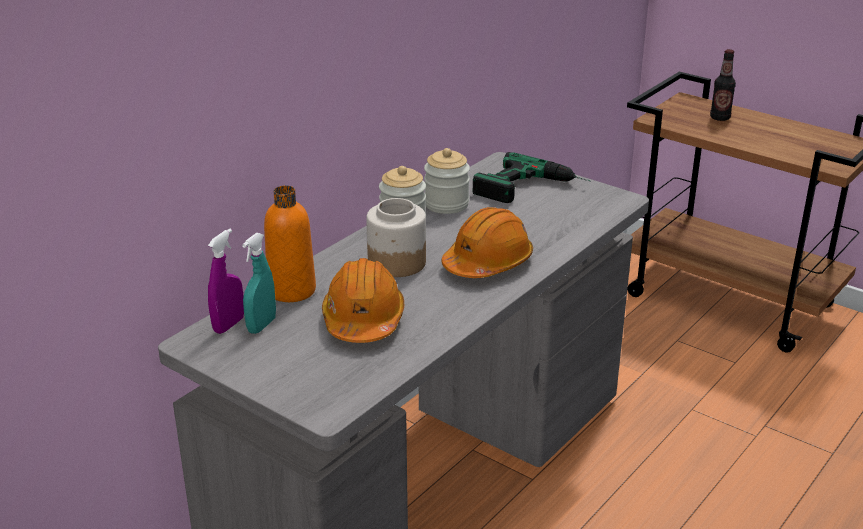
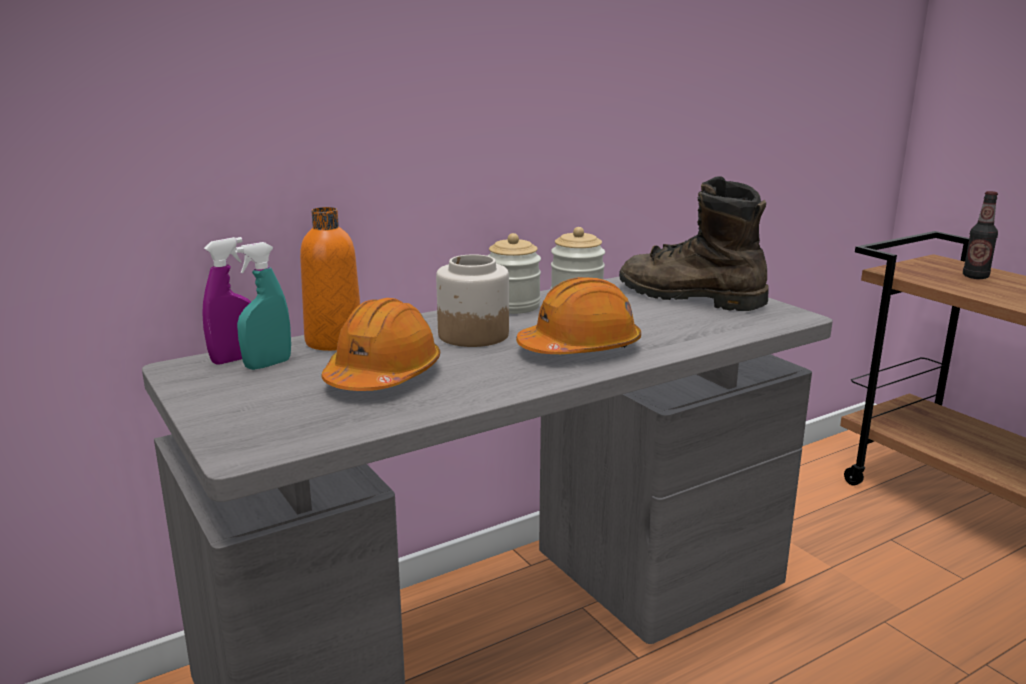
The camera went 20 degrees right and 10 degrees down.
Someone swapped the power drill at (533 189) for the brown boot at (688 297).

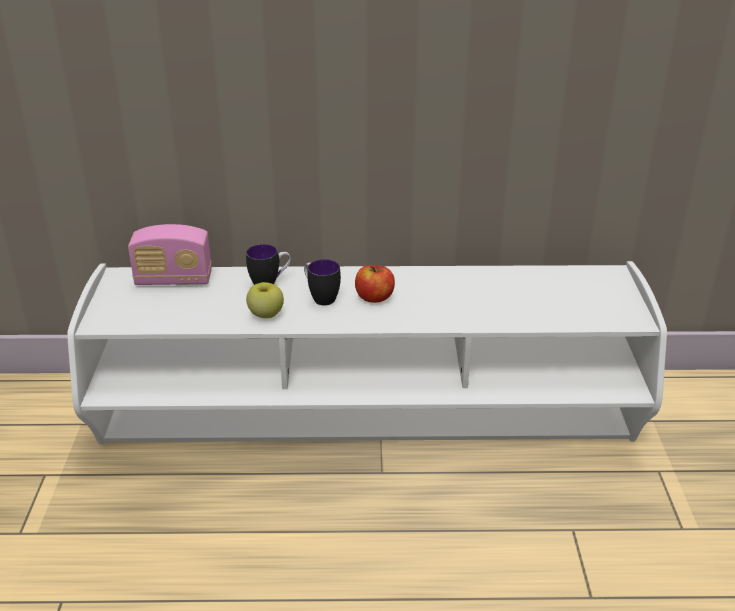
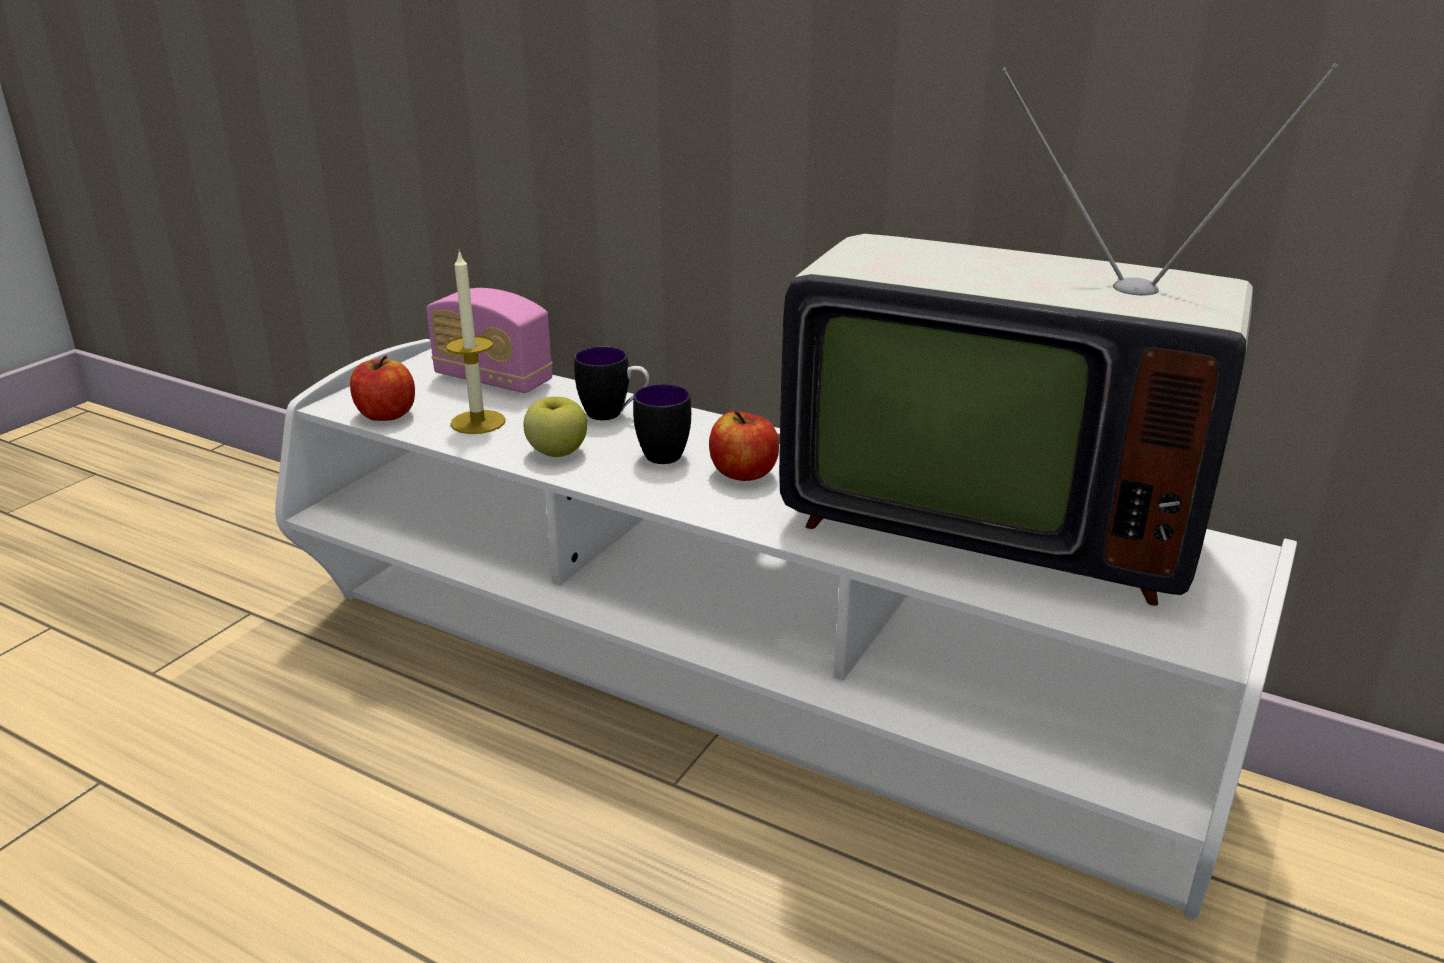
The camera went 30 degrees right and 5 degrees down.
Someone put down the apple at (386 415).
Someone put down the candle at (478 422).
Someone put down the television at (985 518).

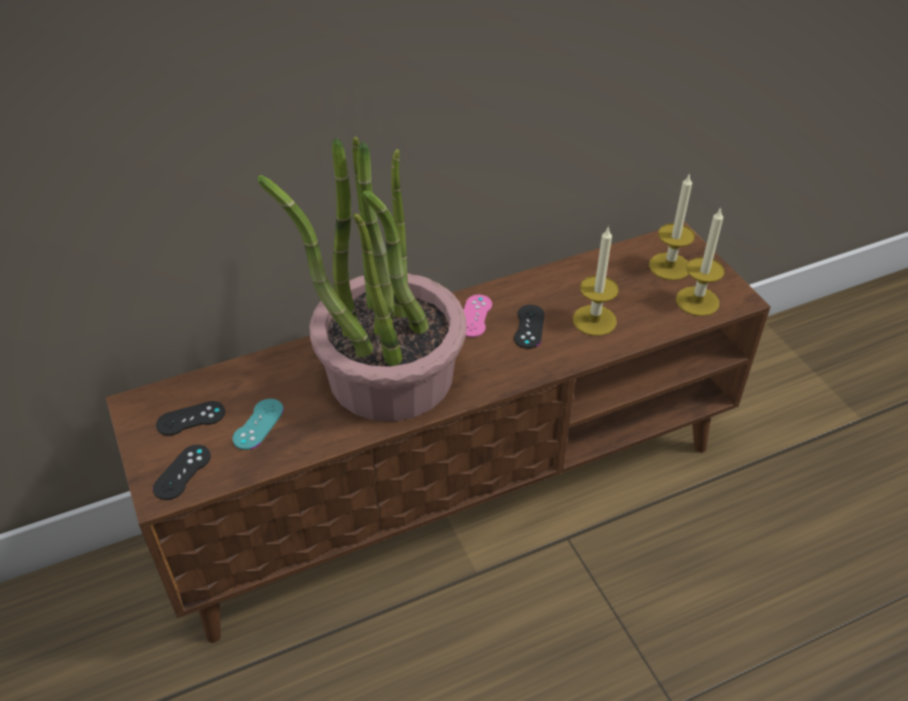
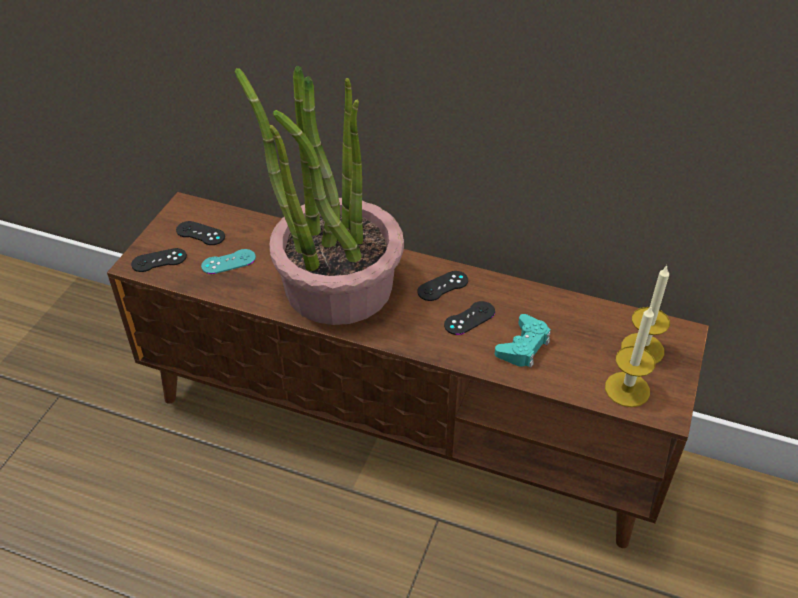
The camera went 45 degrees right and 0 degrees up.
Someone repainted the pink game controller at (475 316), which became the black game controller at (443 286).
Someone swapped the candle at (594 320) for the turquoise game controller at (523 346).

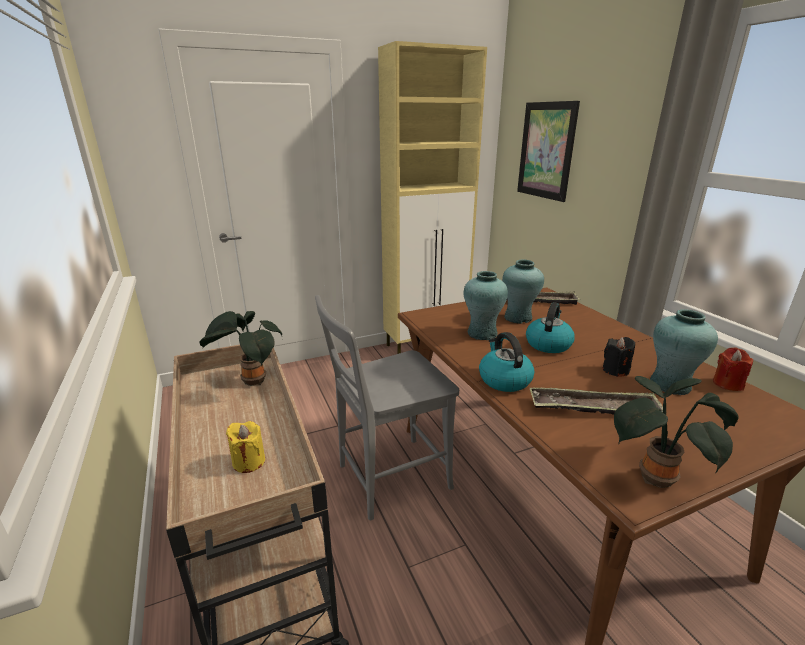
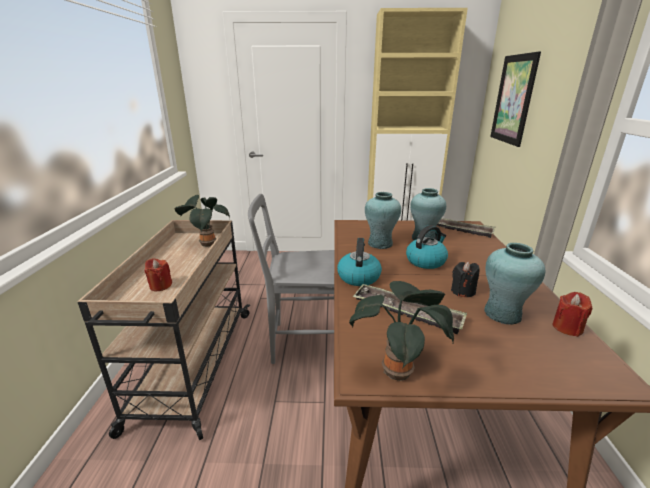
The camera went 25 degrees right and 0 degrees up.
Someone repainted the yellow candle at (249 462), which became the red candle at (160 286).

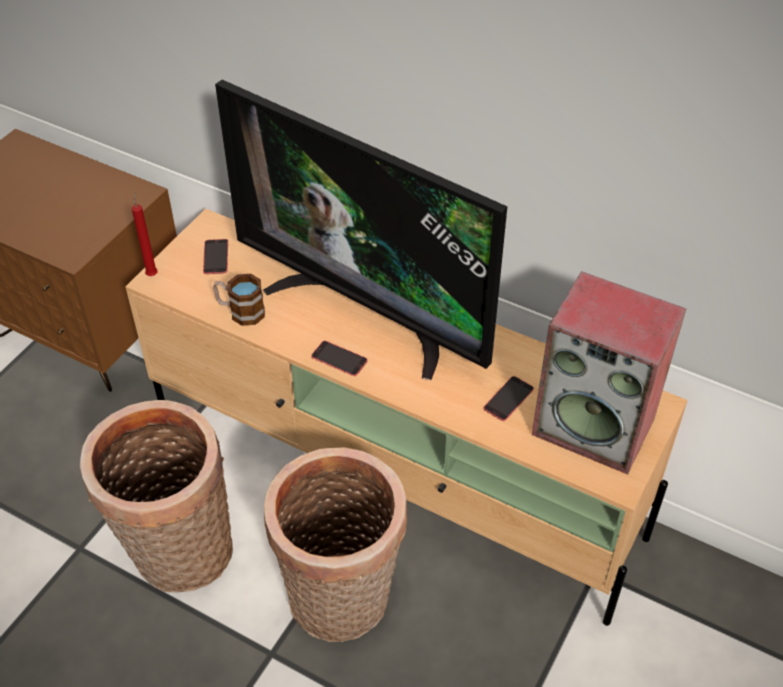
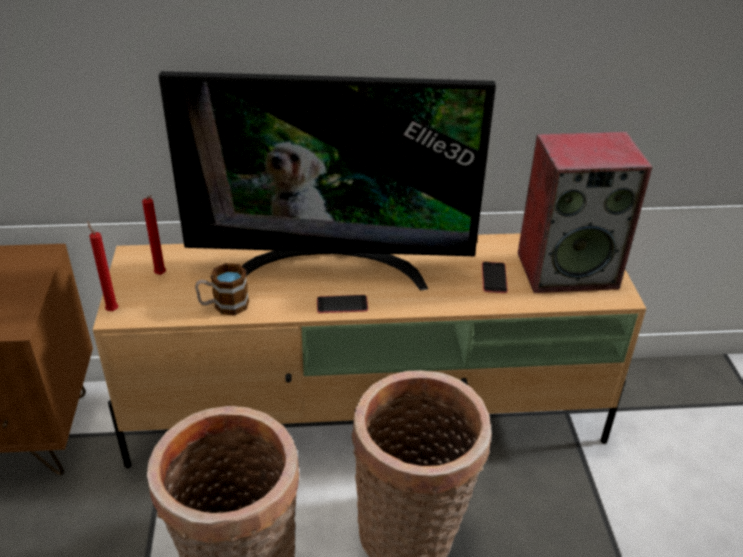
The camera went 35 degrees left and 10 degrees down.
Someone swapped the phone at (216 257) for the red candle at (161 275).

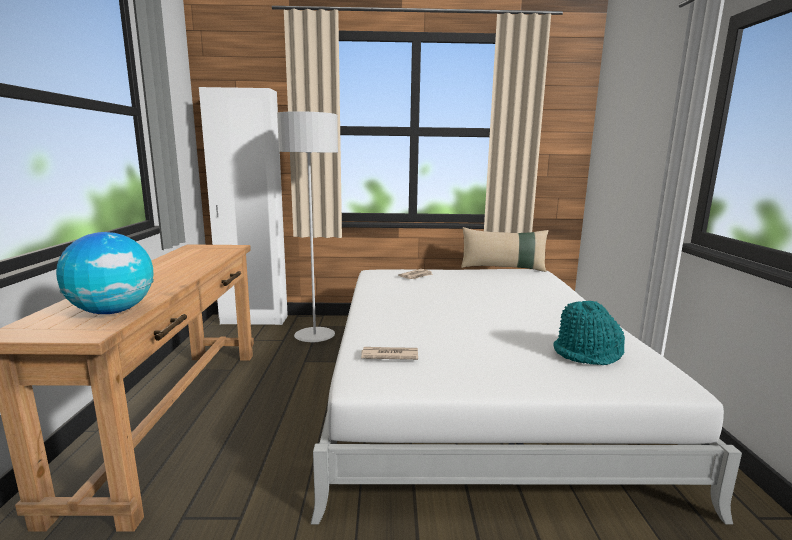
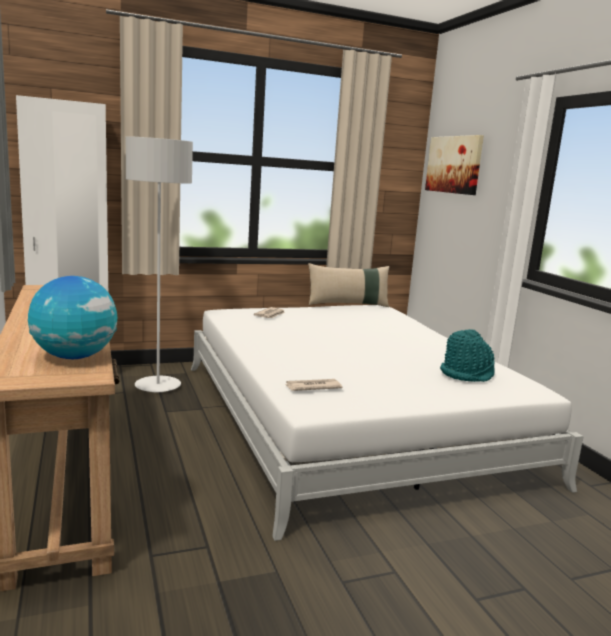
The camera went 20 degrees left and 0 degrees up.
Someone put up the picture at (454 164).

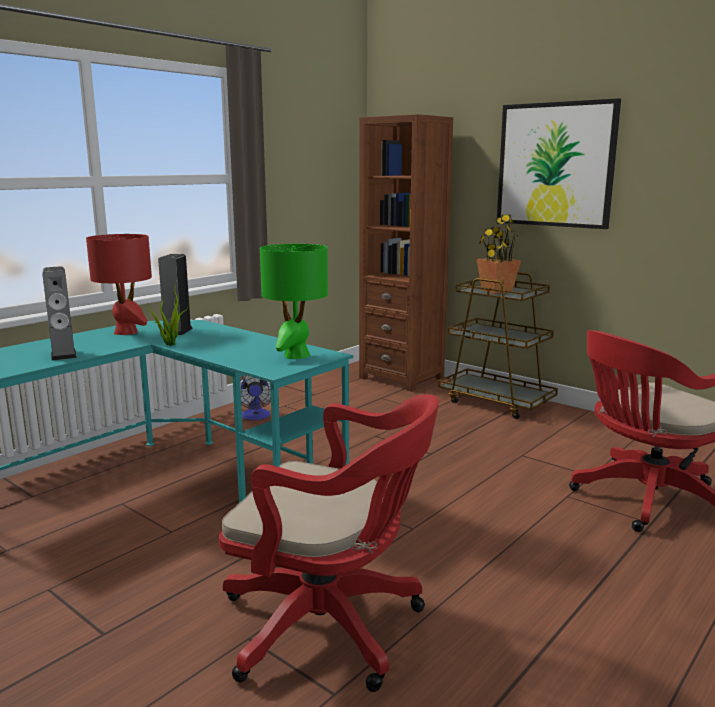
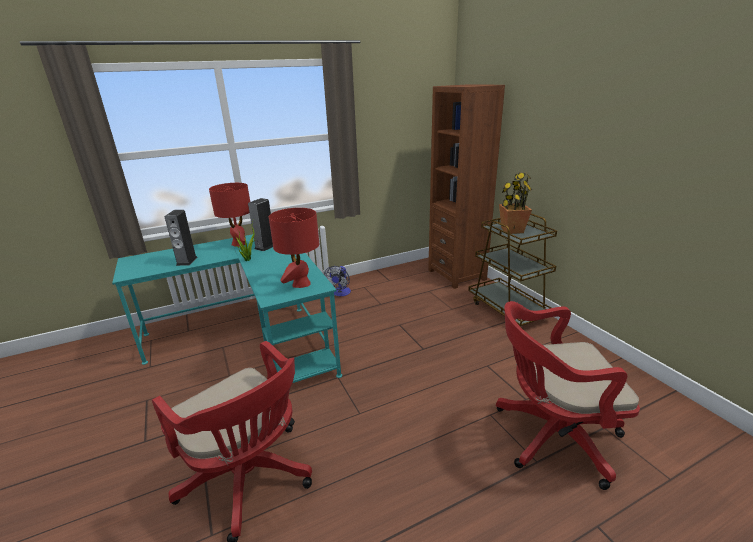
The camera went 25 degrees right and 10 degrees up.
Someone repainted the green table lamp at (296 355), which became the red table lamp at (301 284).
Someone took away the picture at (555 165).

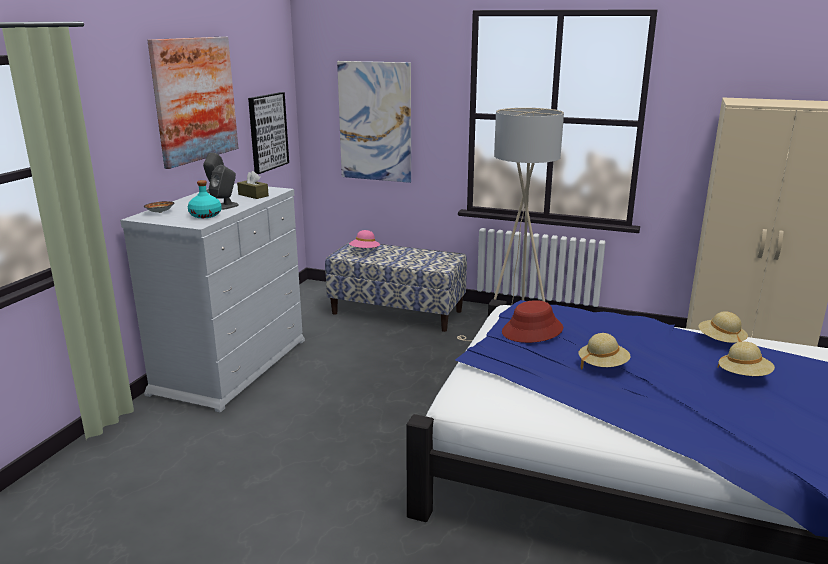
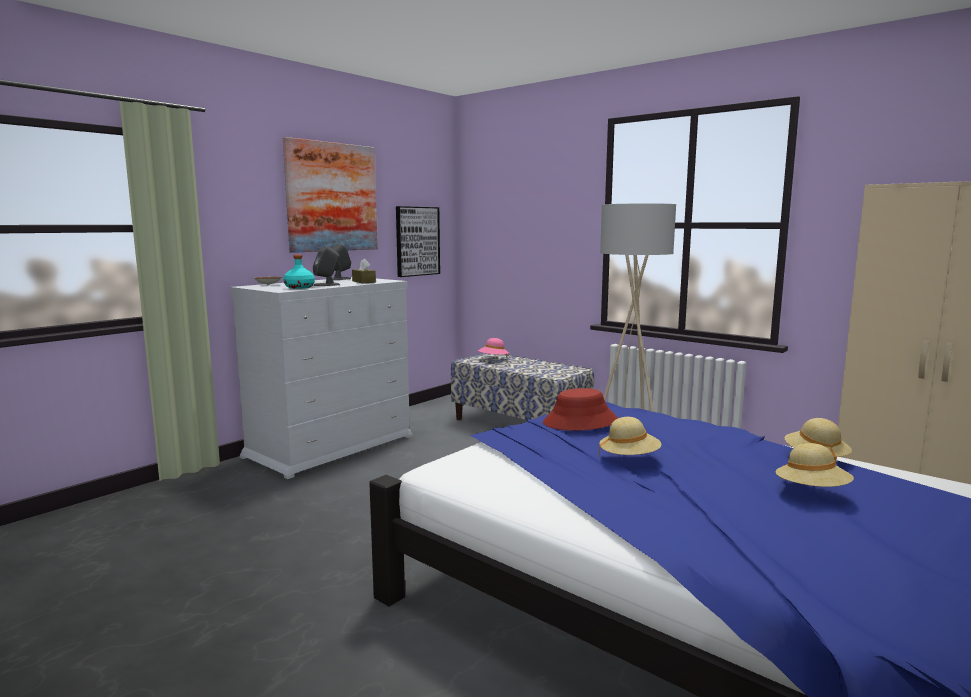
The camera went 20 degrees right and 10 degrees down.
Someone took away the picture at (375 122).

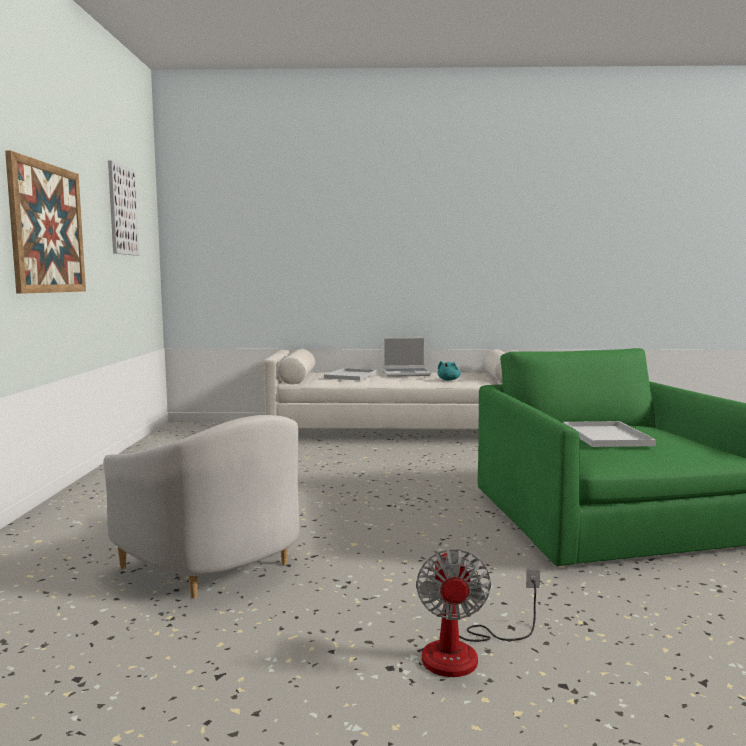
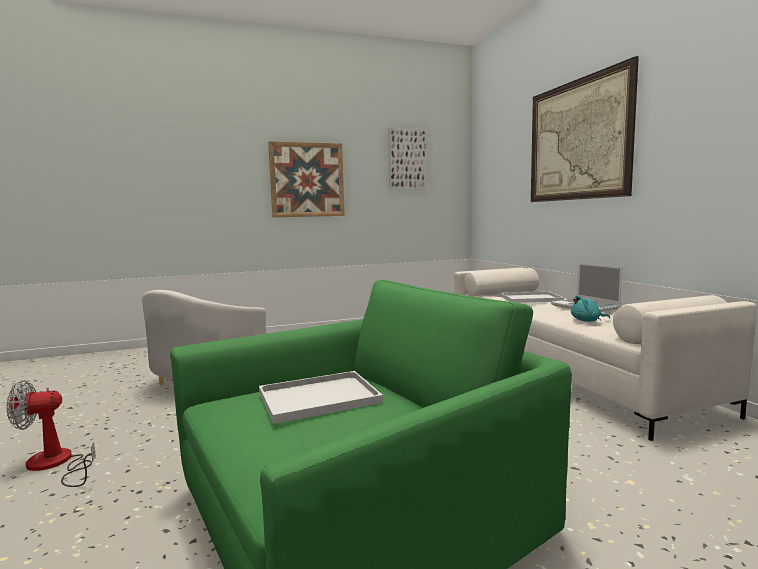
The camera went 70 degrees right and 0 degrees up.
Someone put up the picture at (577 140).

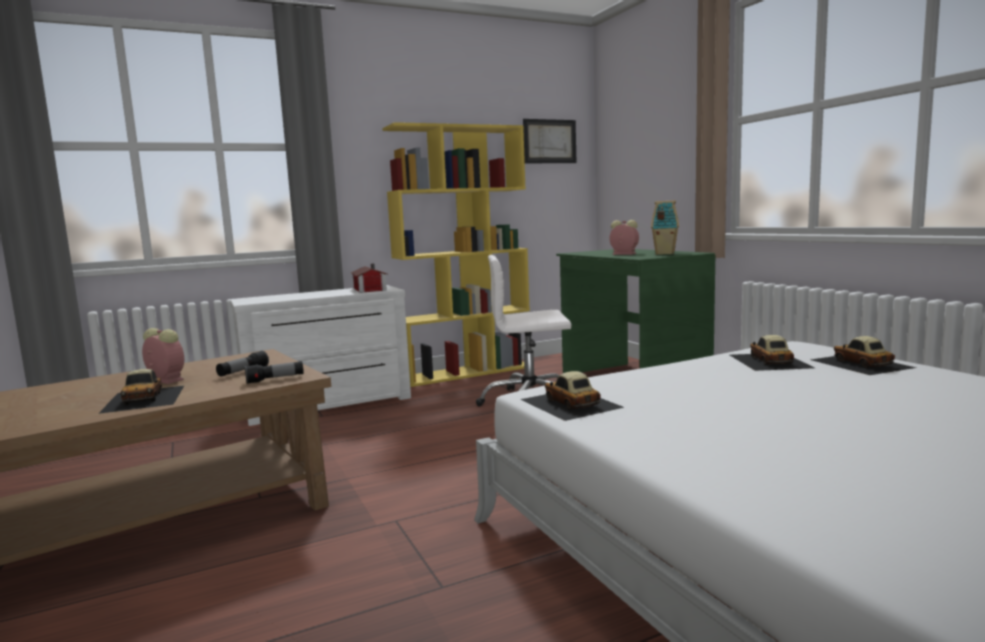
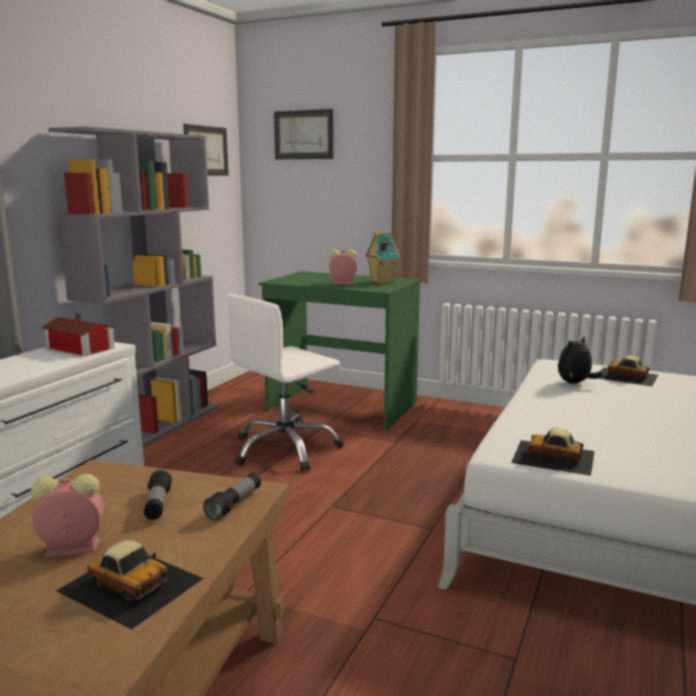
The camera went 40 degrees left and 5 degrees up.
Someone repainted the yellow bookcase at (467 372), which became the grey bookcase at (157 426).
Someone put up the picture at (304 135).
Someone swapped the toy car at (769 361) for the plush toy at (575 383).

